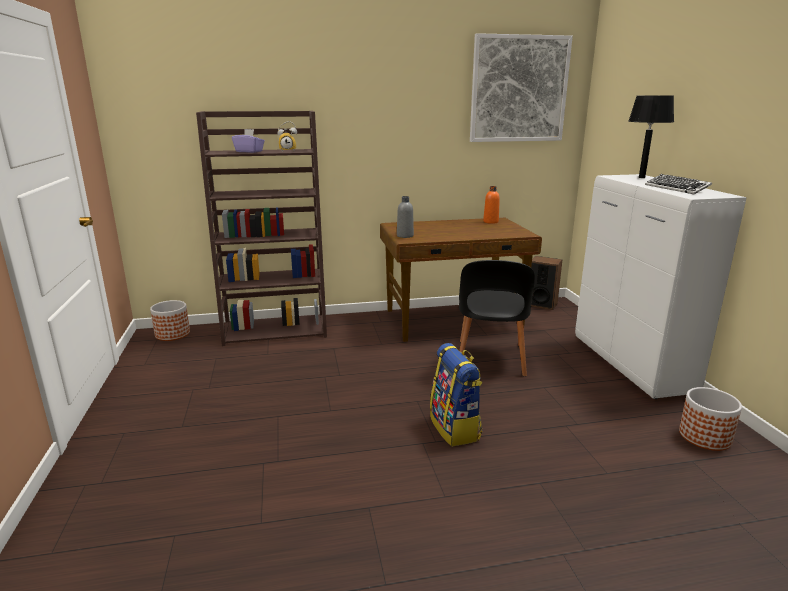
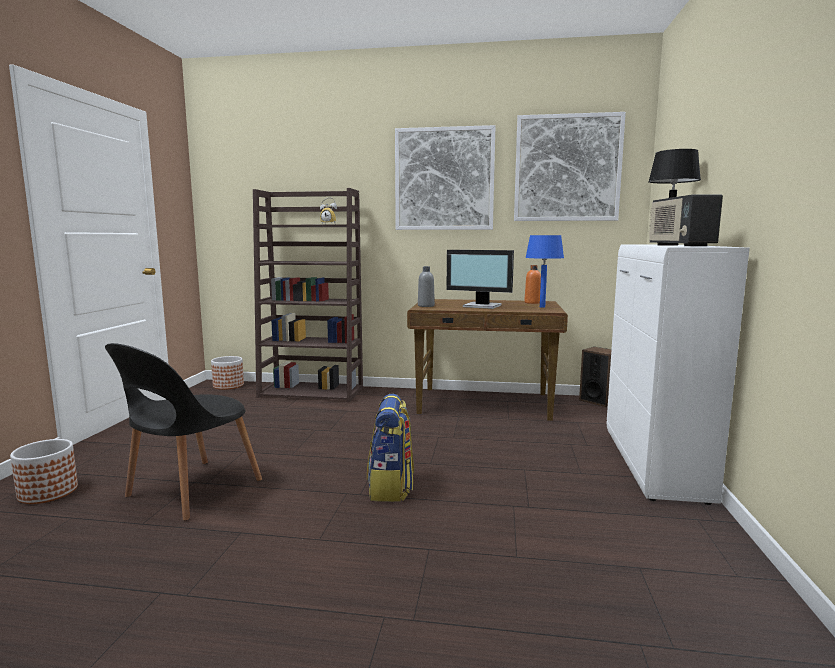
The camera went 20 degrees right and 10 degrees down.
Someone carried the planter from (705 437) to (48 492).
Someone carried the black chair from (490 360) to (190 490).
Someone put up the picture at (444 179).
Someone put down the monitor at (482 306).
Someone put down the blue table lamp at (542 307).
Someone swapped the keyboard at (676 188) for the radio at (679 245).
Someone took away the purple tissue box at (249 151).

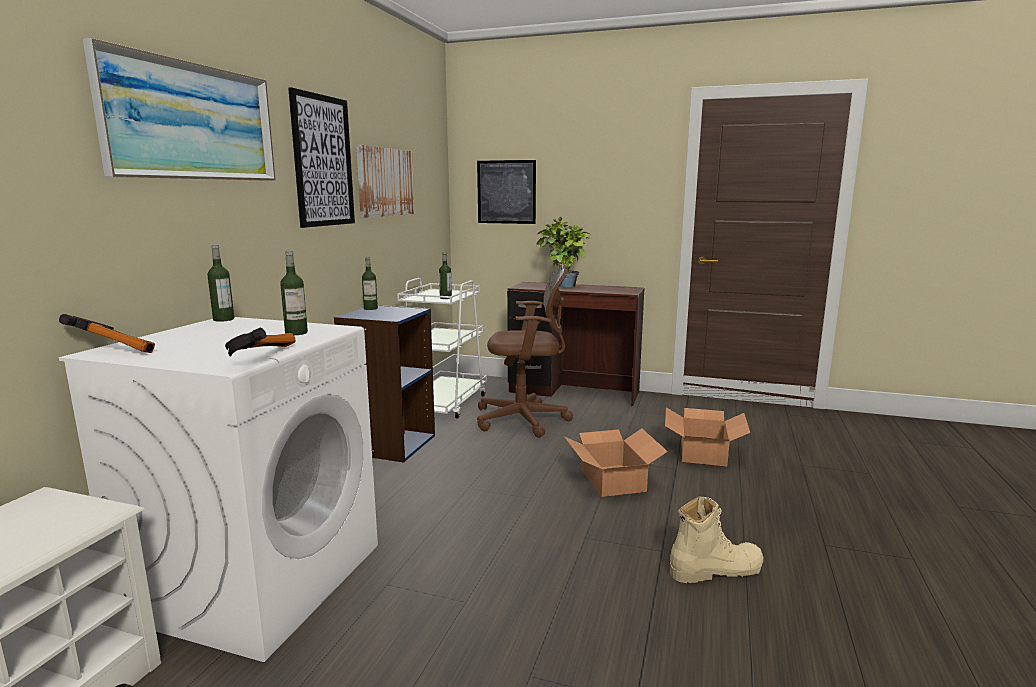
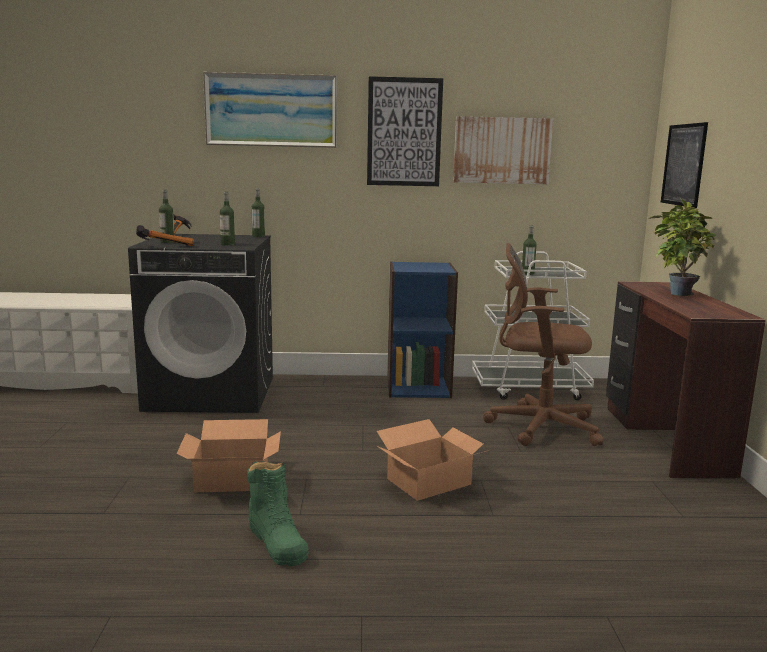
The camera went 70 degrees right and 0 degrees up.
Someone repainted the white washing machine at (257 578), which became the black washing machine at (212 393).
Someone carried the bottle from (370 308) to (167 242).
Someone carried the cardboard box from (704 452) to (232 479).
Someone repainted the beige boot at (715 570), which became the green boot at (277 542).
Someone rotated the brown office chair at (526 420) by 120 degrees clockwise.

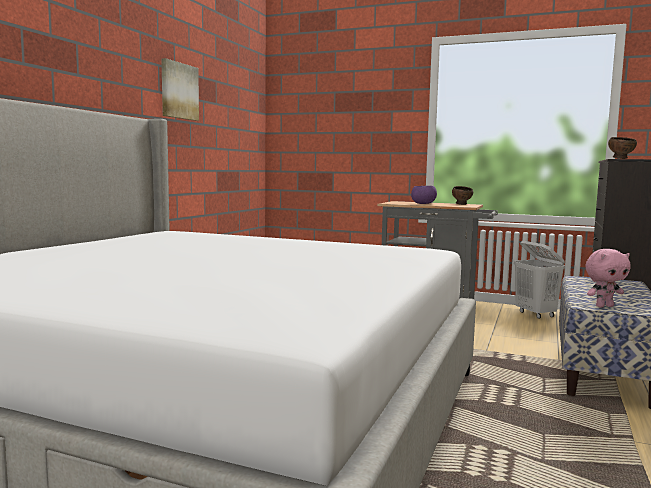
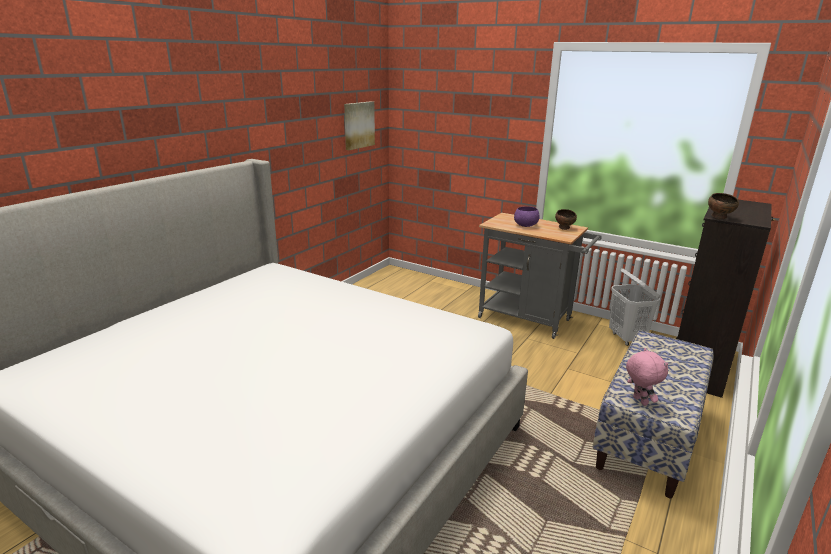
The camera went 10 degrees right and 15 degrees up.
Someone carried the picture from (179 91) to (358 125).
Someone rotated the pink plush toy at (604 306) by 105 degrees counterclockwise.

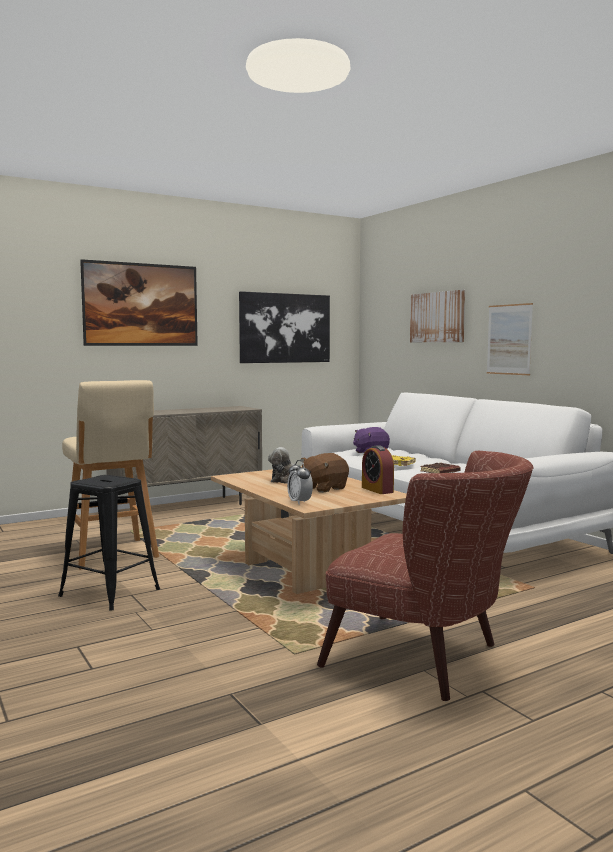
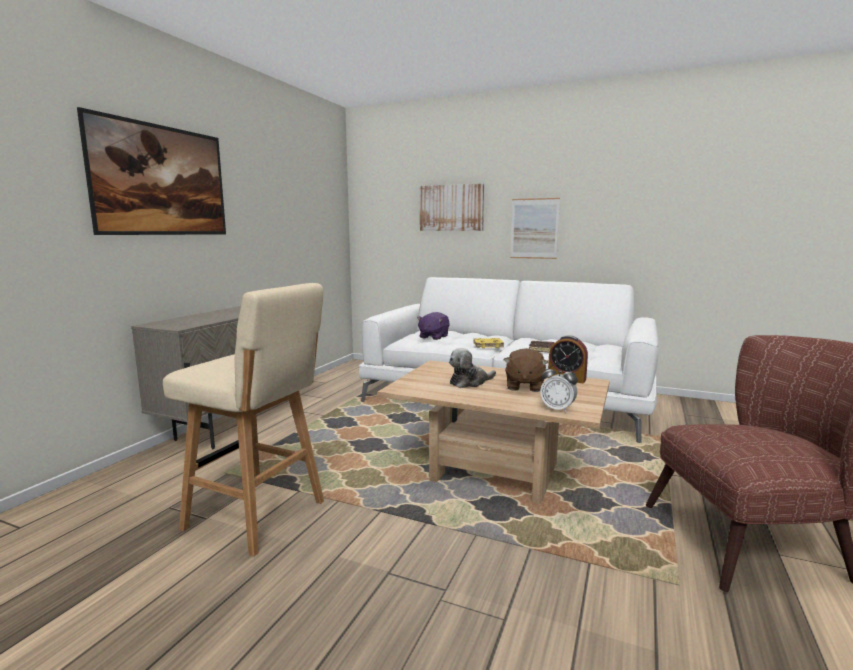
The camera went 35 degrees left and 5 degrees up.
Someone took away the black stool at (109 592).
Someone took away the picture at (285 328).

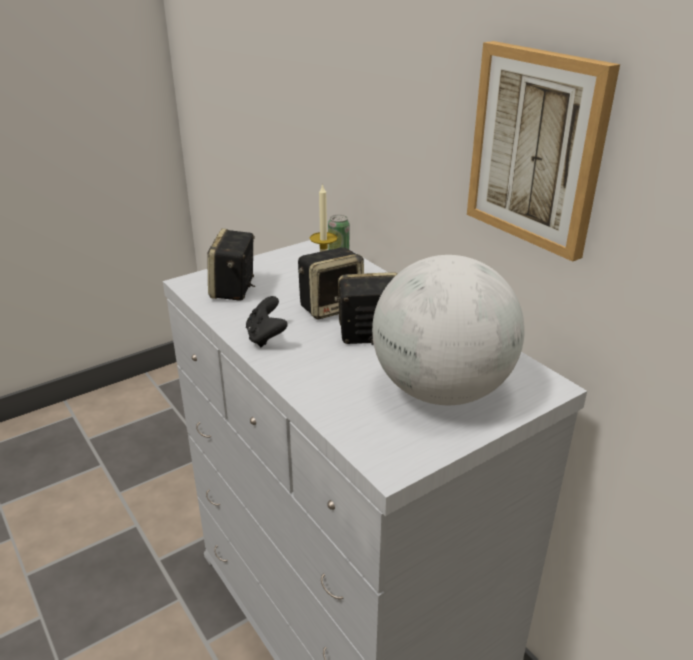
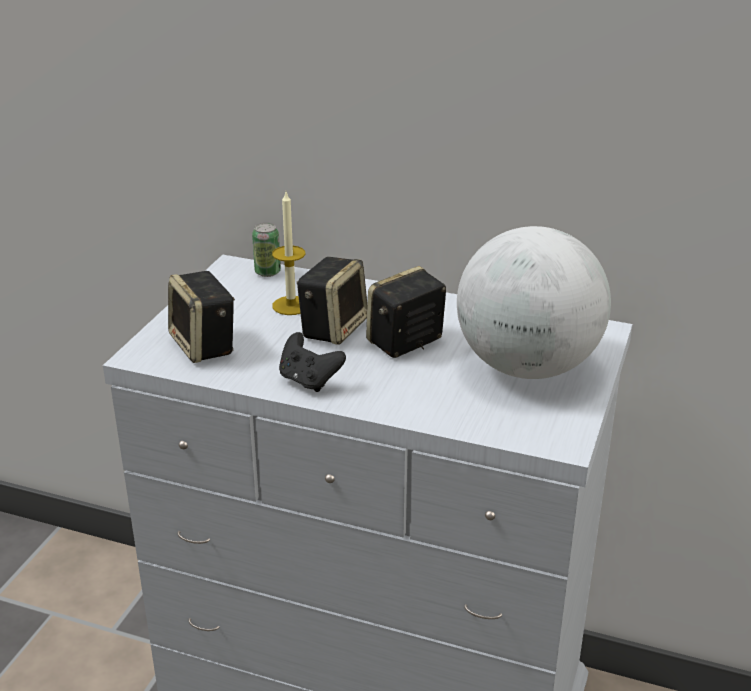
The camera went 35 degrees left and 0 degrees up.
Someone took away the picture at (537 148).

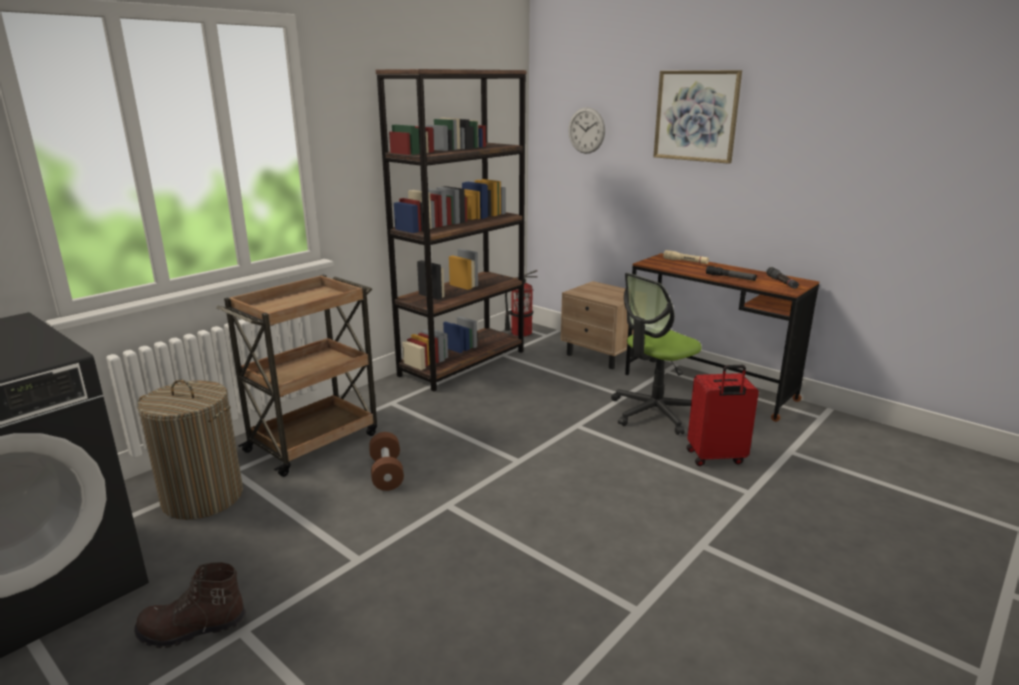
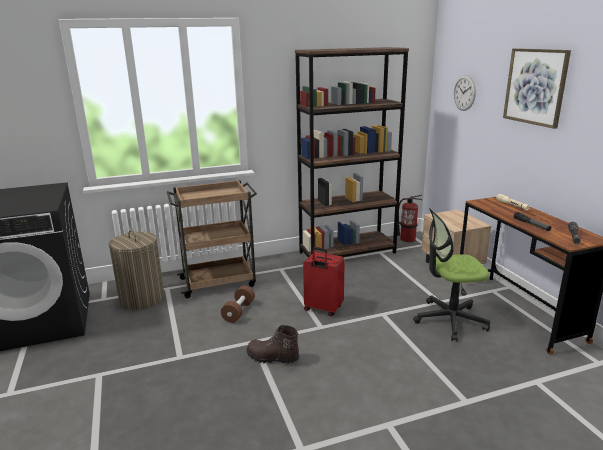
The camera went 30 degrees right and 0 degrees up.
Someone carried the brown boot from (192 630) to (272 358).
Someone carried the red suitcase from (716 457) to (323 309).

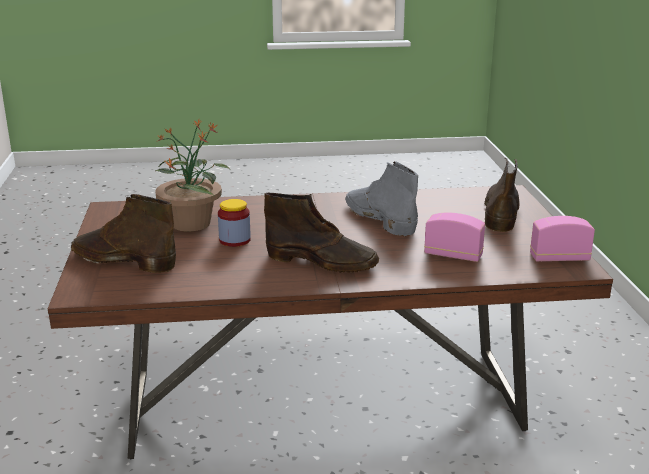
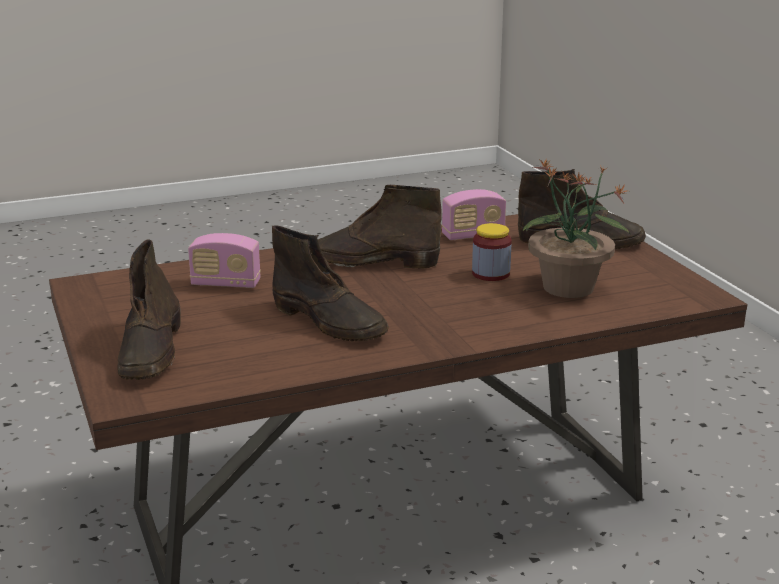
The camera went 165 degrees right and 0 degrees up.
Someone repainted the grey boot at (379 218), which became the brown boot at (330 322).
Someone carried the radio from (559 258) to (473 235).

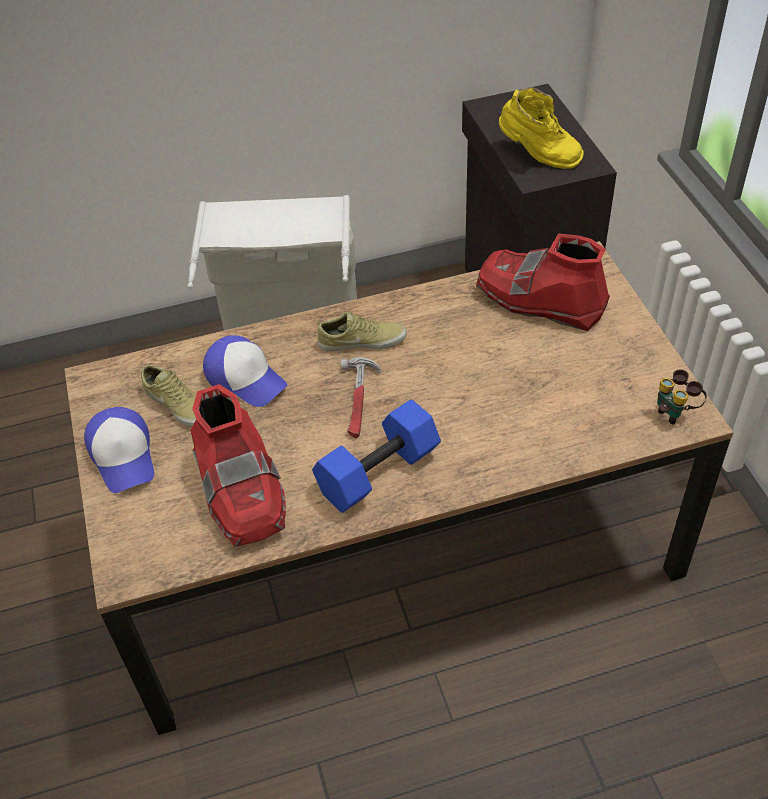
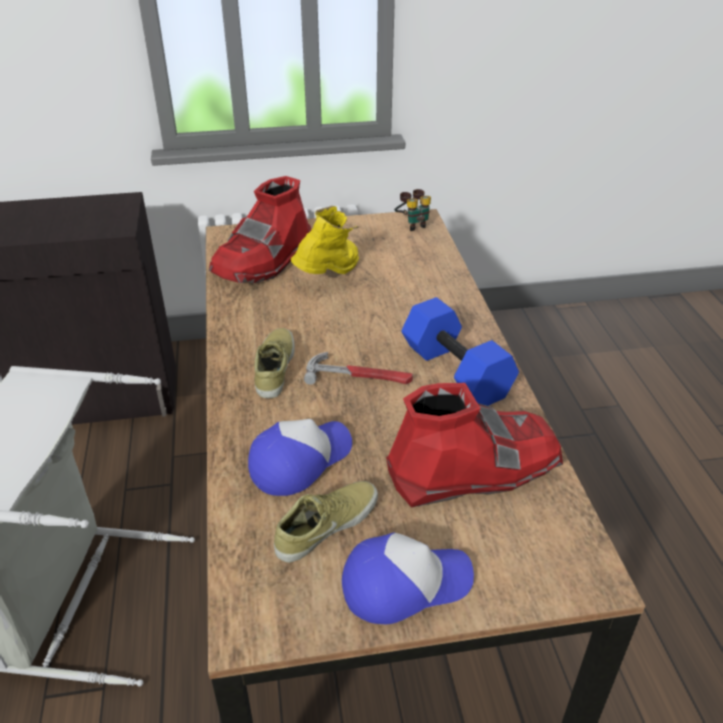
The camera went 85 degrees left and 10 degrees down.
Someone carried the yellow boot from (538 156) to (329 276).

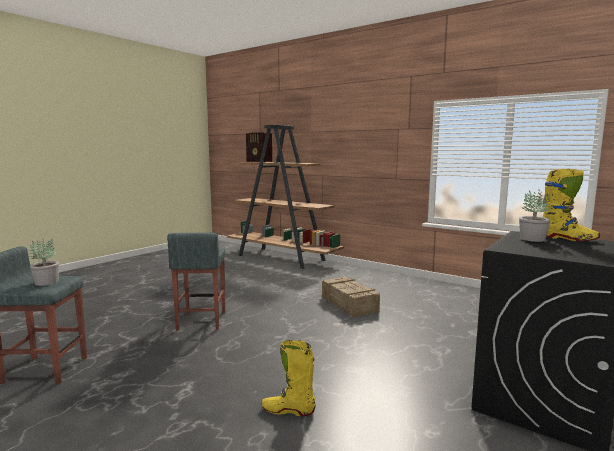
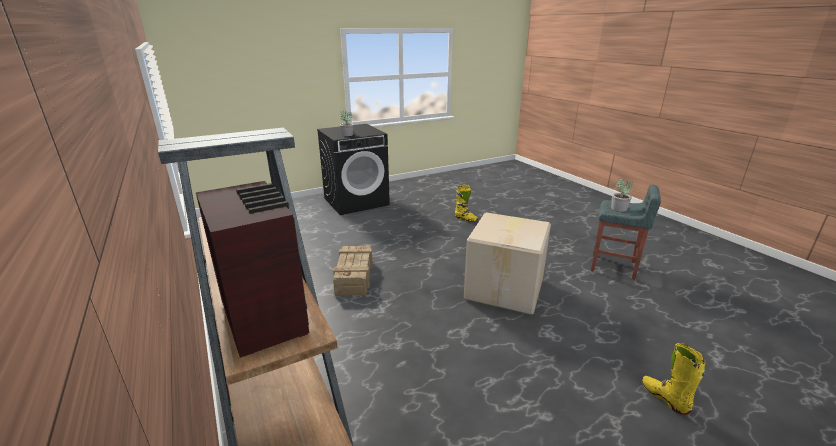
The camera went 155 degrees left and 15 degrees up.
Someone swapped the grey stool at (201 321) for the cardboard box at (505 289).
Someone carried the yellow boot from (567 238) to (664 398).

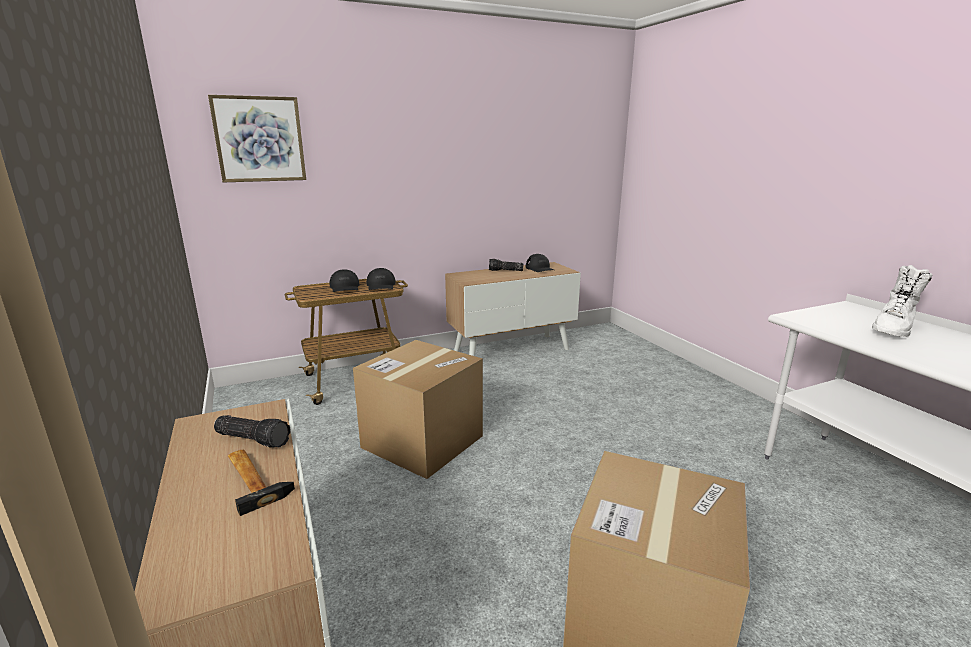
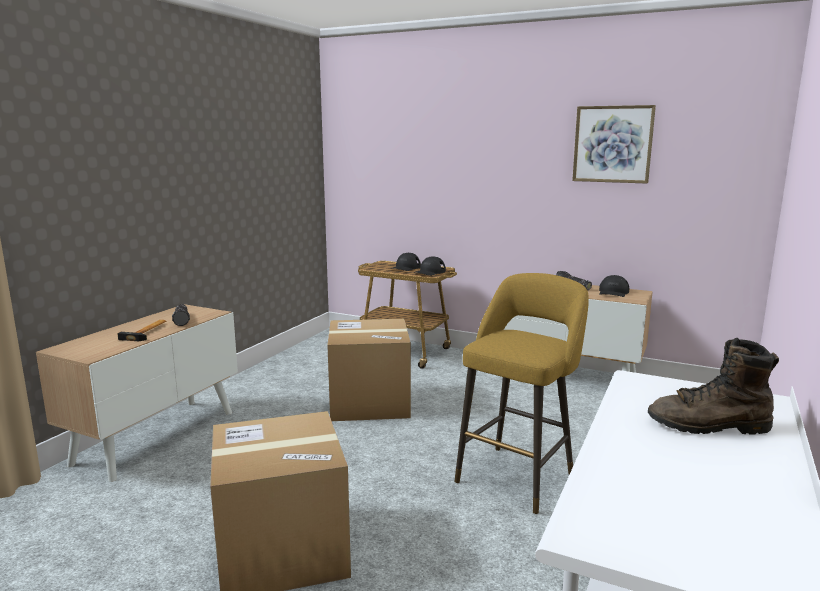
The camera went 50 degrees right and 5 degrees down.
Someone put down the yellow stool at (518 475).
Someone carried the picture from (259 139) to (612 144).
Someone repainted the white boot at (893 329), which became the brown boot at (709 426).

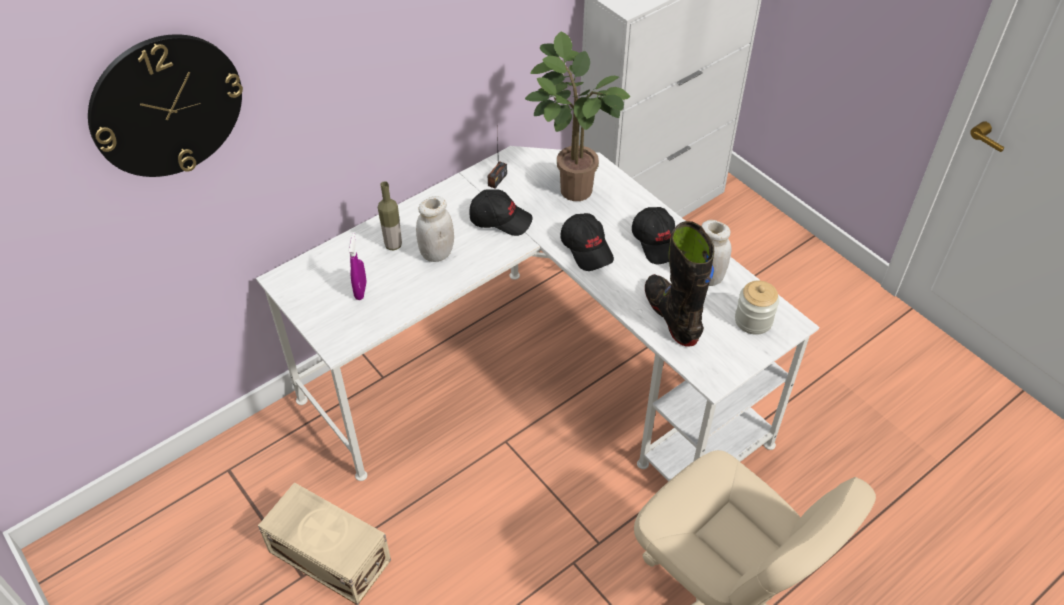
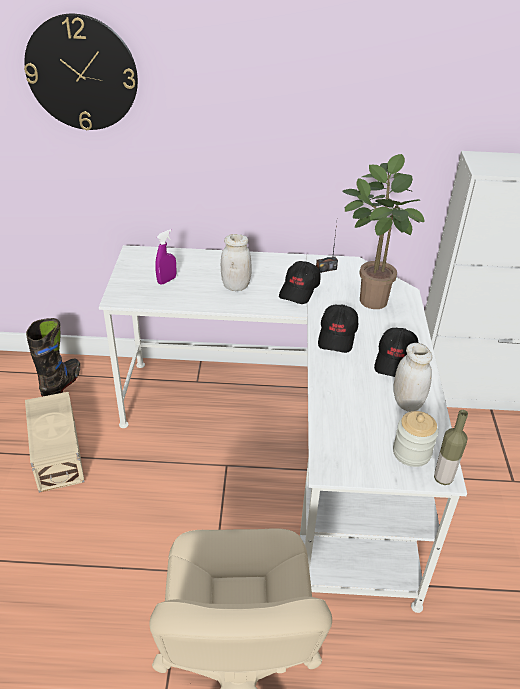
The camera went 40 degrees right and 10 degrees down.
Someone carried the black boot from (672 316) to (62 384).
Someone rotated the black cap at (500 219) by 60 degrees clockwise.
Someone carried the bottle from (393 245) to (443 478).

